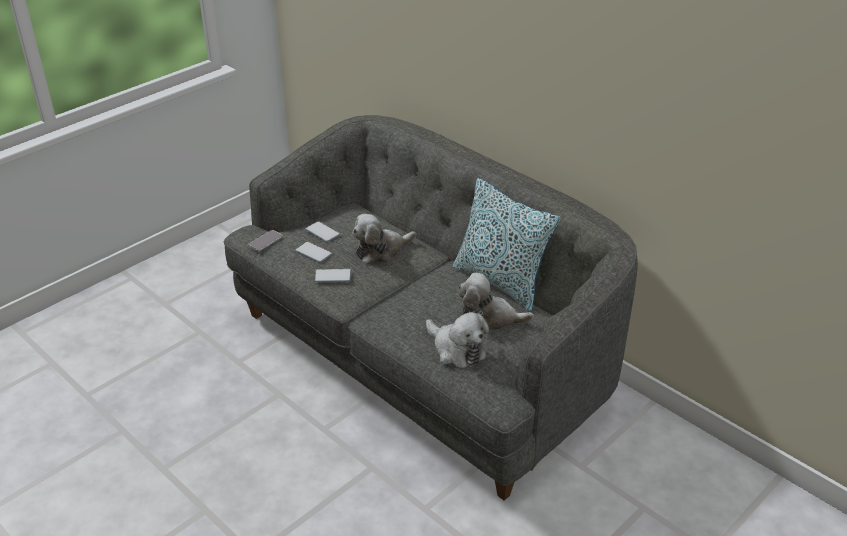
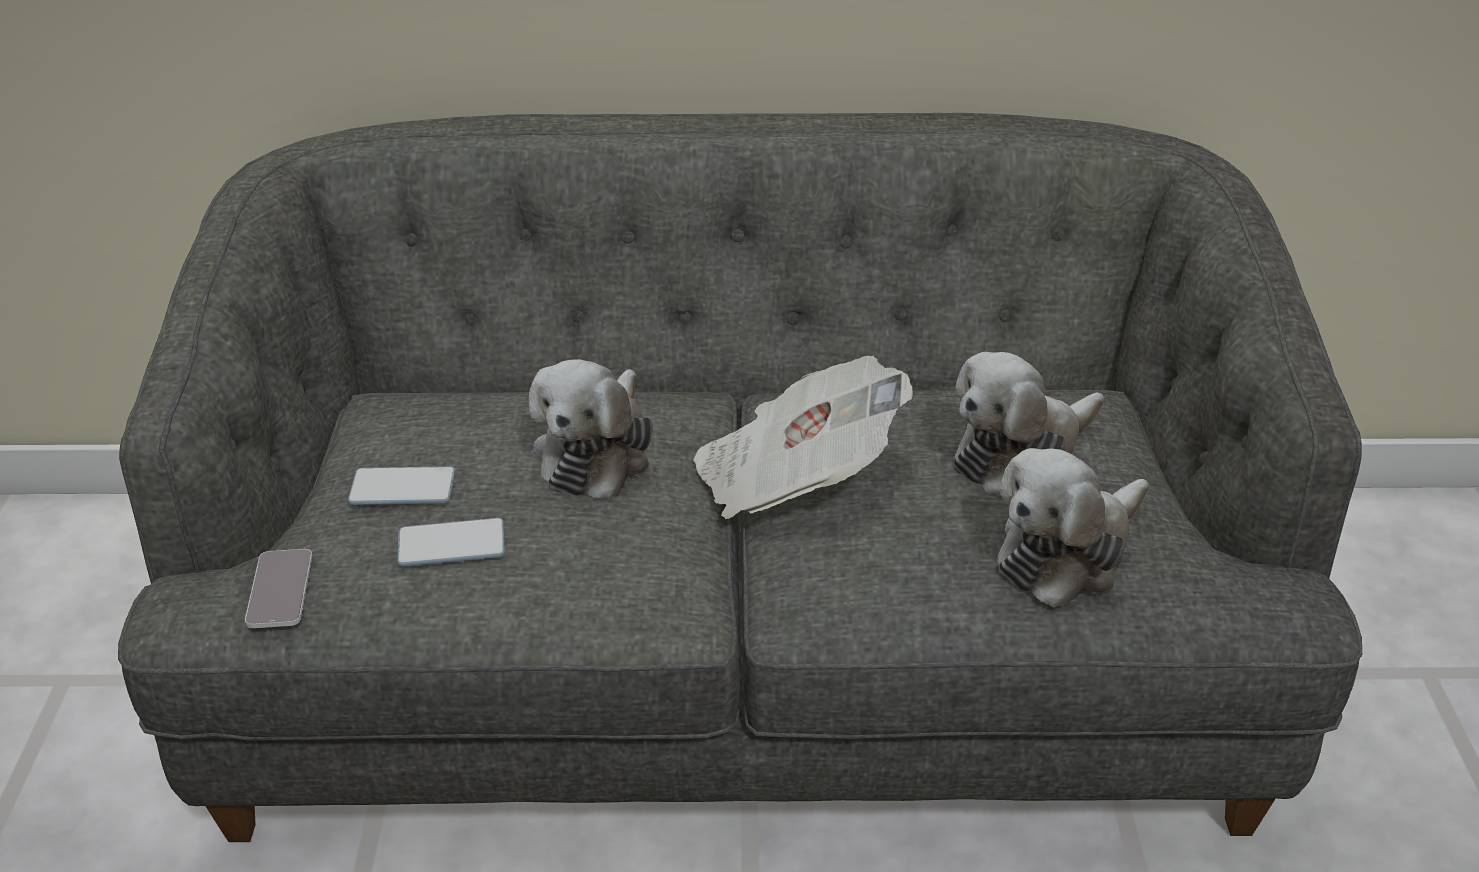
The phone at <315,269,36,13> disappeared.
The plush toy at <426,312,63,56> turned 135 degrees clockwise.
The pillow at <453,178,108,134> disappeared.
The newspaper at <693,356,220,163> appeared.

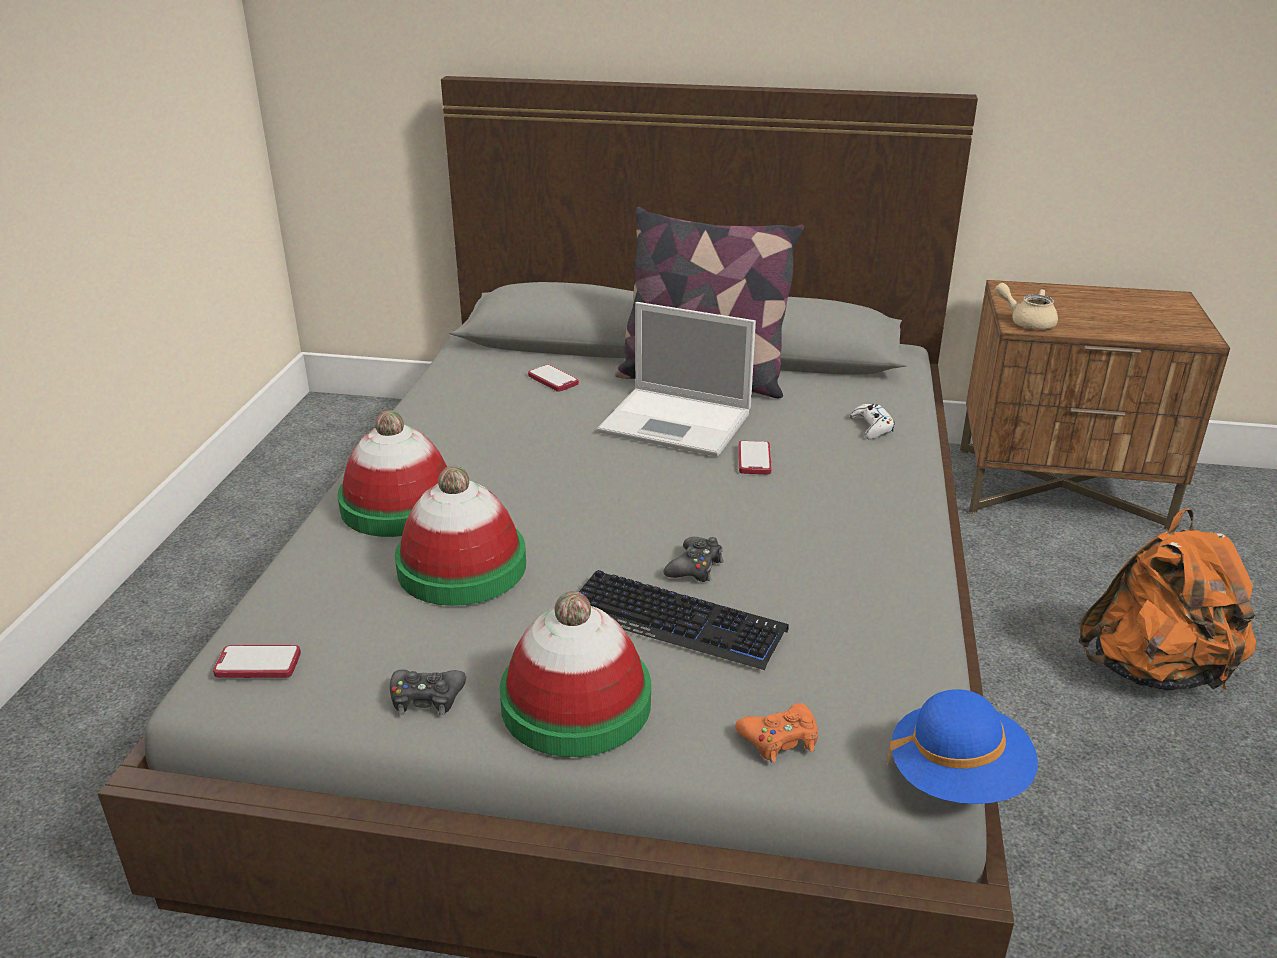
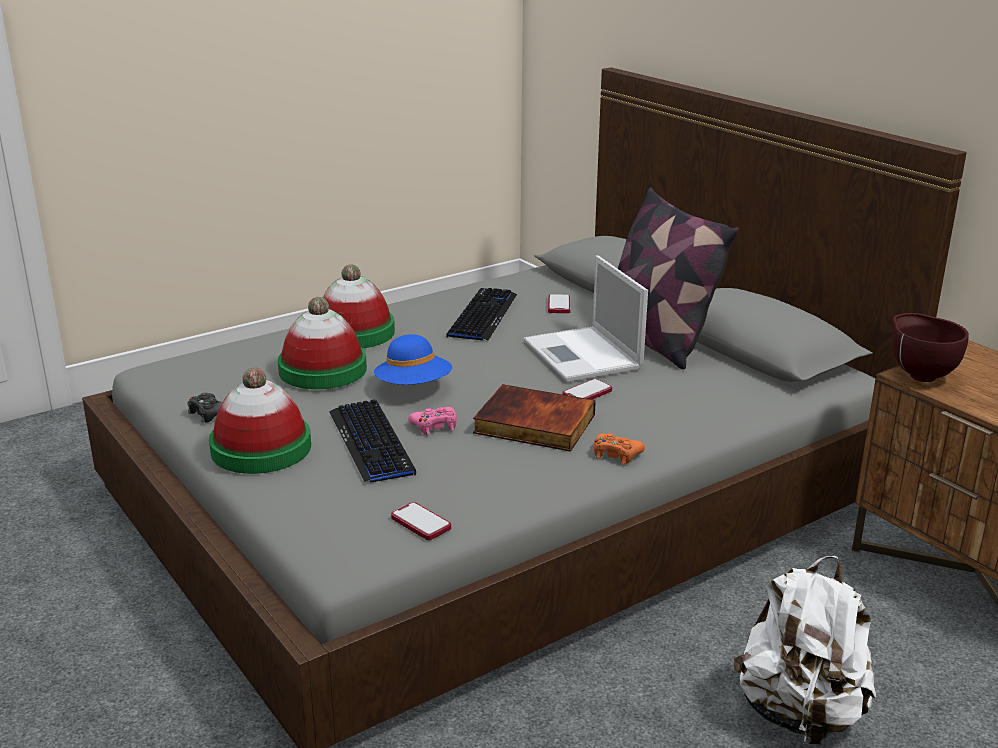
The phone moved from <213,645,88,33> to <391,502,60,38>.
The black game controller at <663,537,60,45> became the pink game controller at <408,407,49,28>.
The orange game controller moved from <735,703,83,59> to <594,433,51,31>.
The white game controller at <850,404,45,36> disappeared.
The blue hat moved from <886,689,152,115> to <374,334,78,51>.
The beige teapot at <995,283,63,47> was replaced by the brown bowl at <892,313,77,69>.
The orange backpack at <1079,508,179,184> became the white backpack at <734,556,142,189>.
The keyboard at <446,288,71,52> appeared.
The book at <473,384,123,68> appeared.

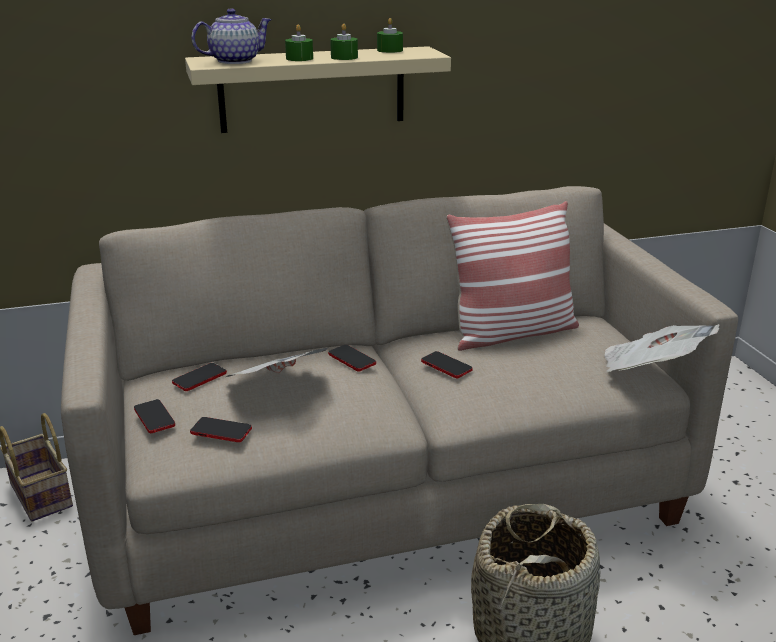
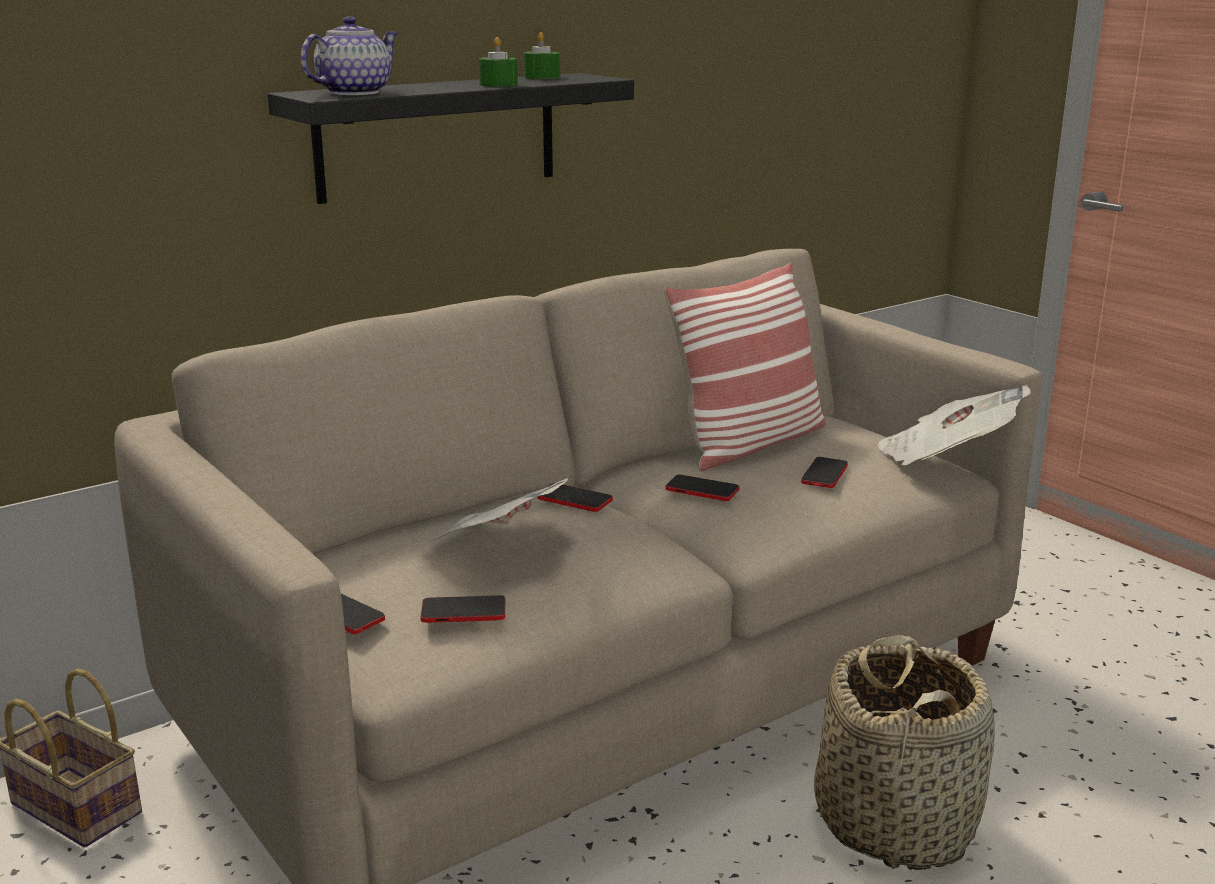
The phone moved from <172,363,55,28> to <801,457,47,31>.
The beige shelf at <185,46,266,87> became the black shelf at <268,73,366,131>.
The green candle at <285,24,28,37> disappeared.

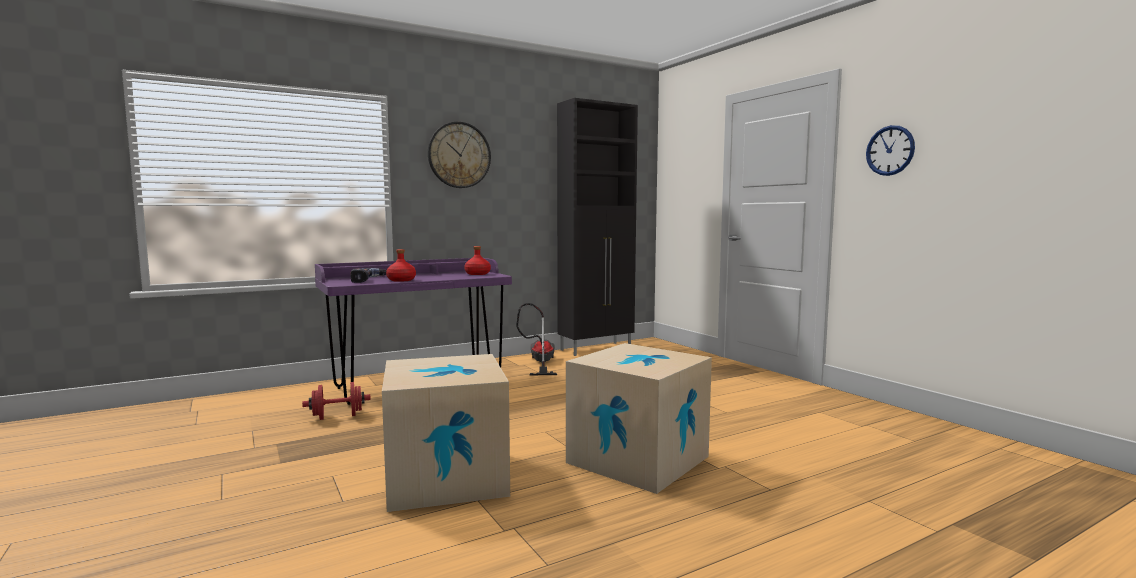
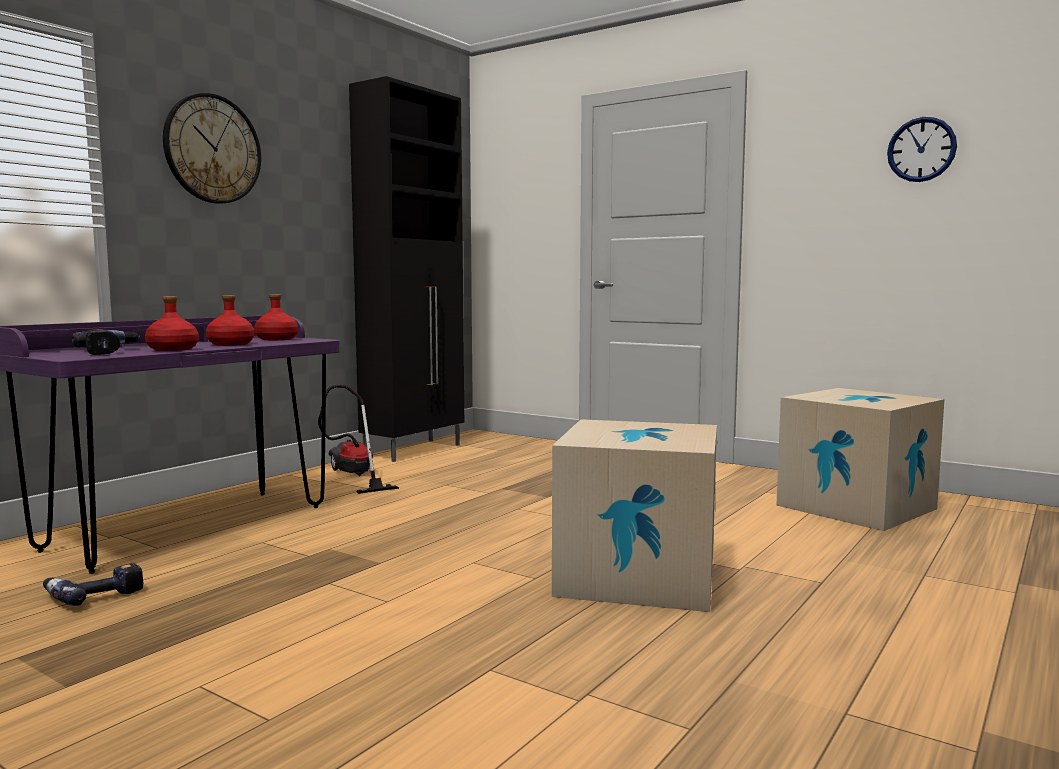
The red dumbbell at <302,382,69,38> was replaced by the power drill at <43,563,100,43>.
The cardboard box moved from <382,354,128,158> to <776,388,169,143>.
The wall clock moved from <866,125,49,51> to <887,117,70,65>.
The red bottle at <206,295,48,51> appeared.

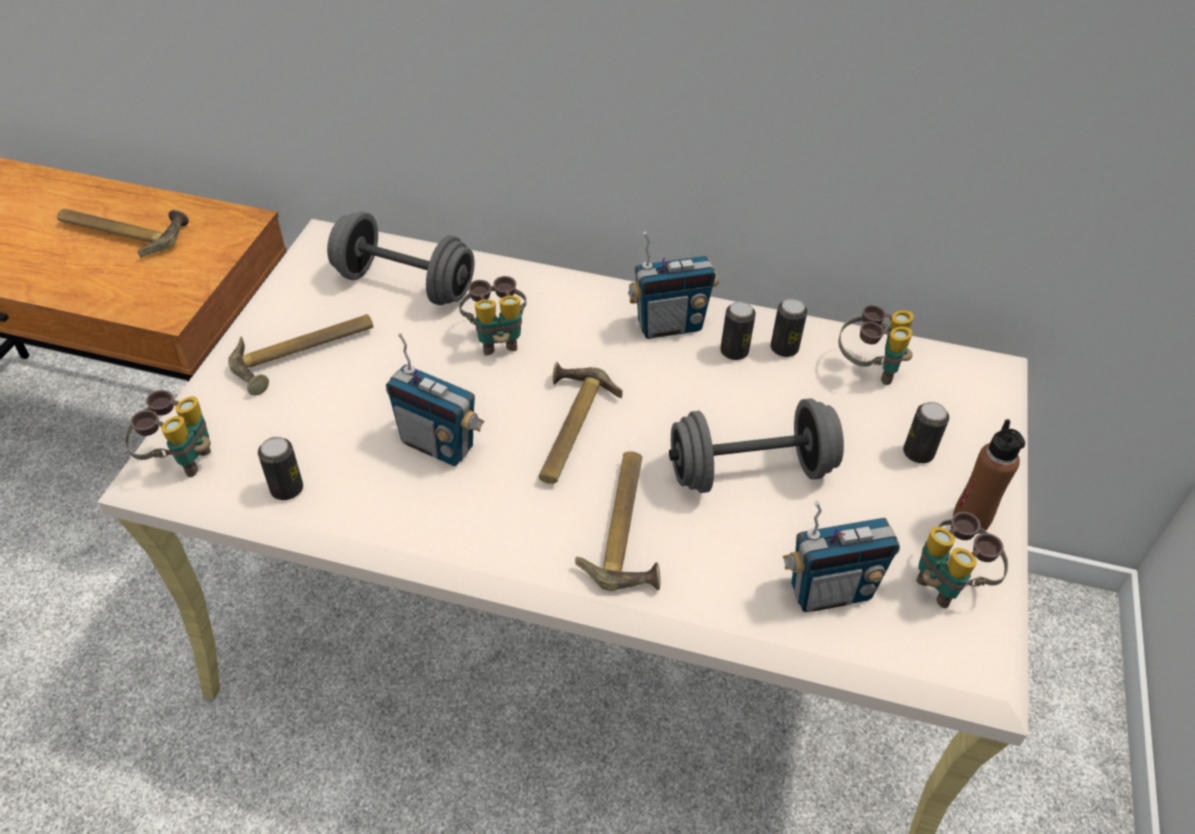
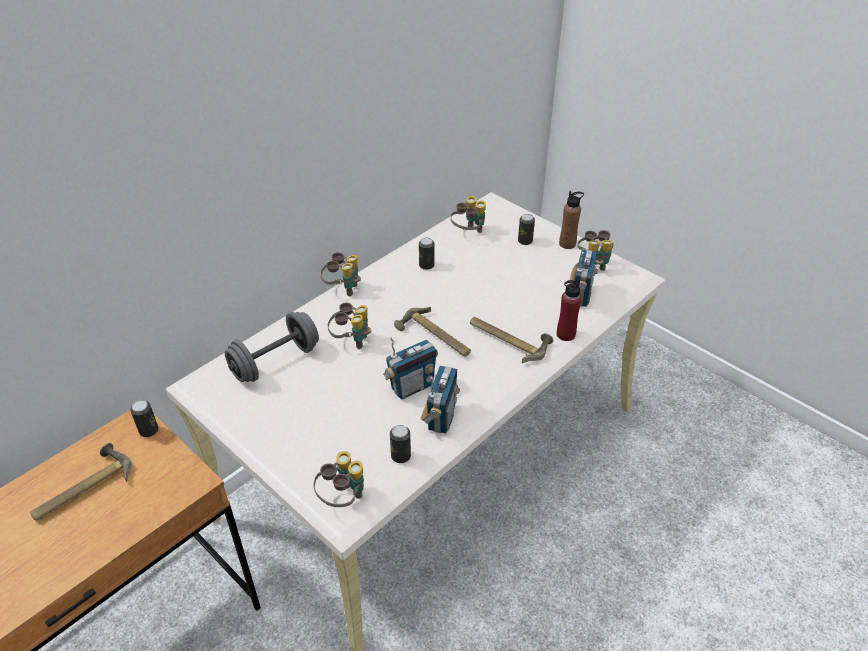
The hammer at <228,314,145,82> disappeared.
The radio moved from <628,232,91,107> to <421,366,39,67>.
The grey dumbbell at <669,398,175,95> disappeared.
The can moved from <770,298,38,59> to <130,400,28,37>.
The binoculars at <320,252,41,44> appeared.
The red bottle at <557,278,25,63> appeared.

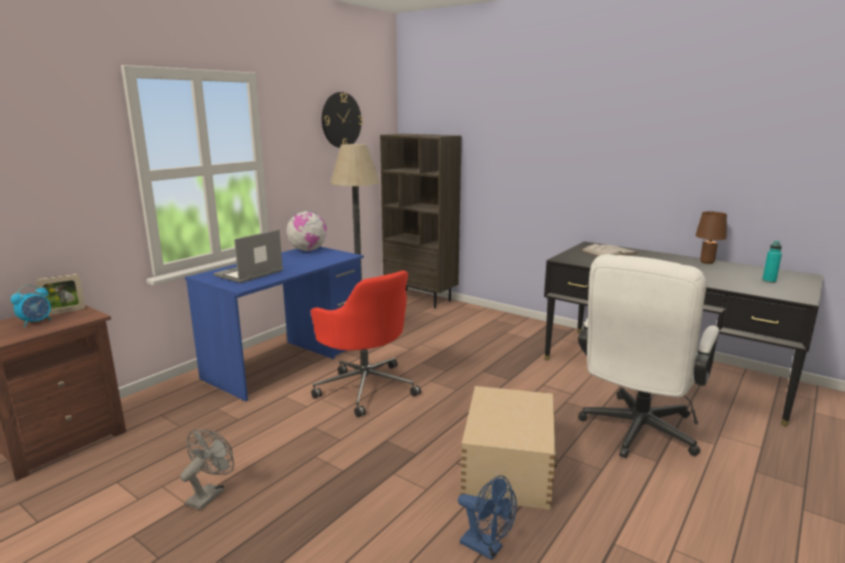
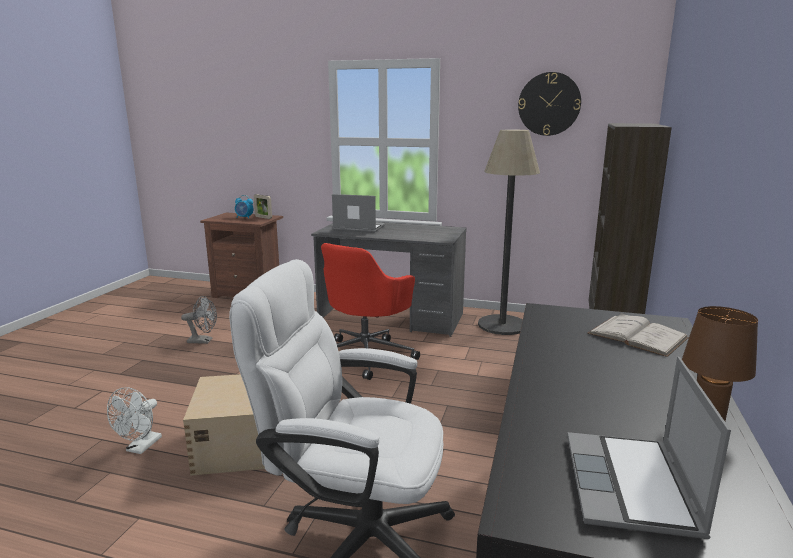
The blue desk at <185,247,179,155> became the grey desk at <311,222,156,115>.
The globe at <287,211,40,40> disappeared.
The blue fan at <458,475,59,85> became the white fan at <107,387,55,67>.
The turquoise bottle at <762,241,20,42> was replaced by the laptop at <567,356,164,183>.

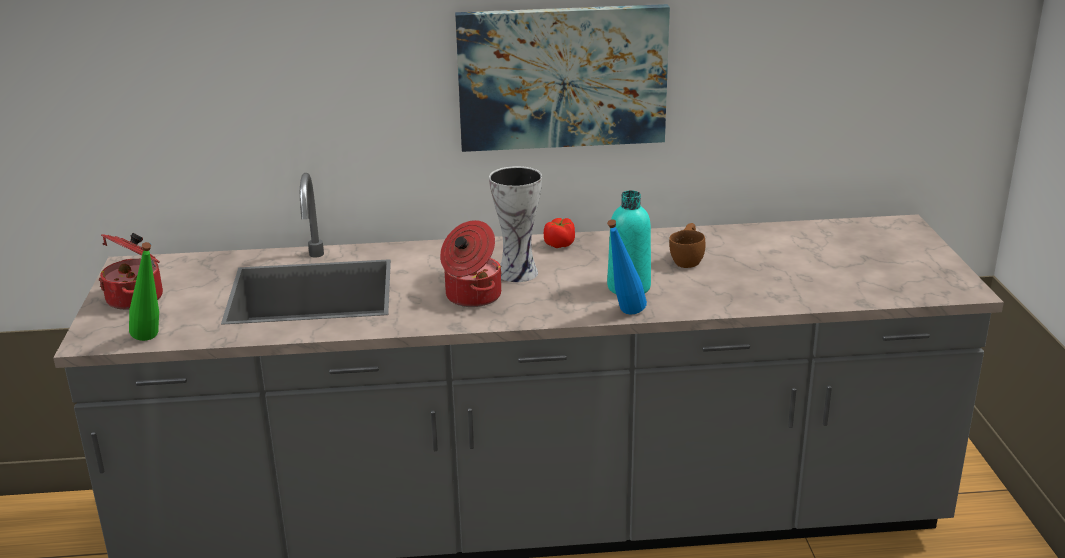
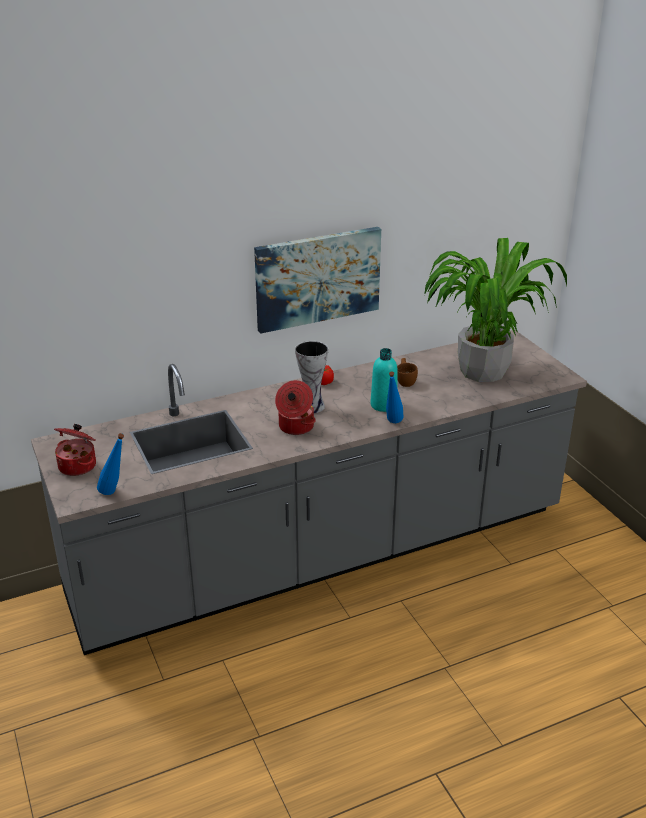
The green bottle at <129,242,30,99> became the blue bottle at <97,433,27,62>.
The potted plant at <424,238,143,144> appeared.

